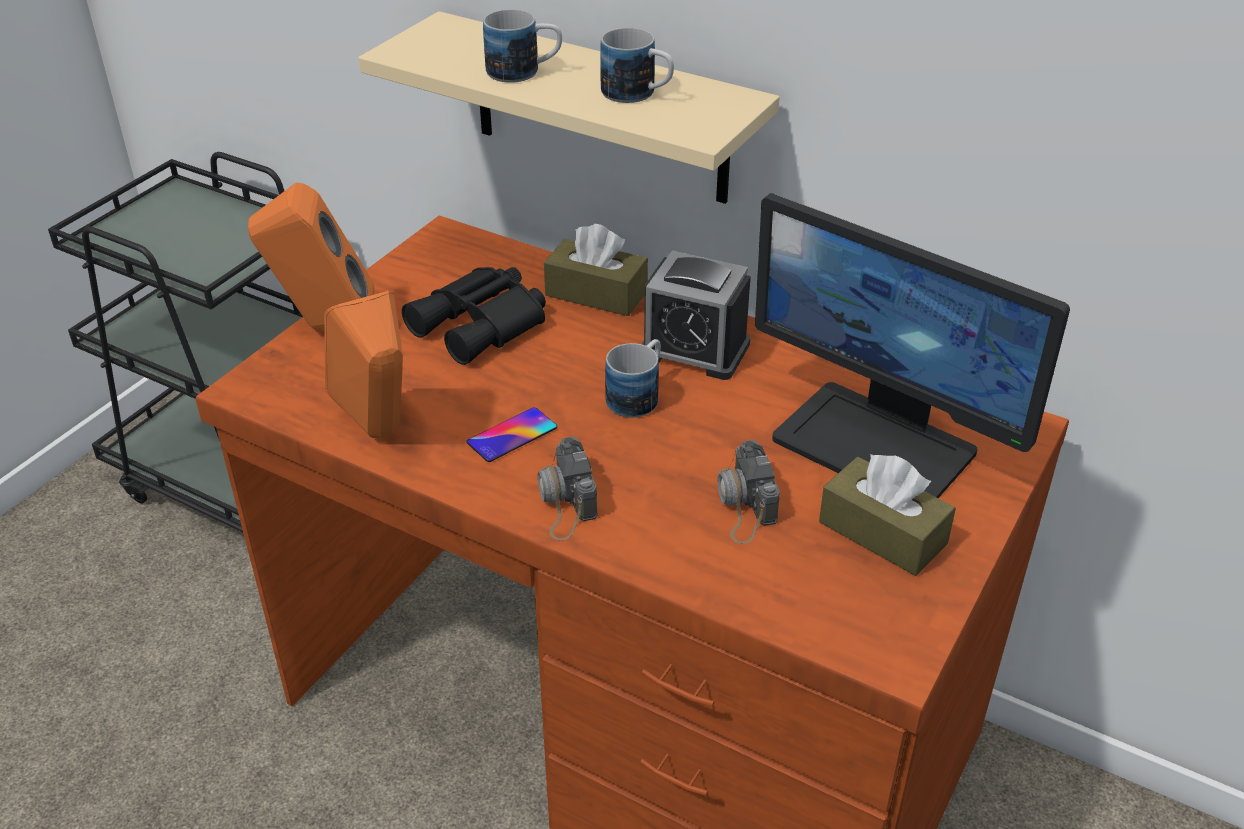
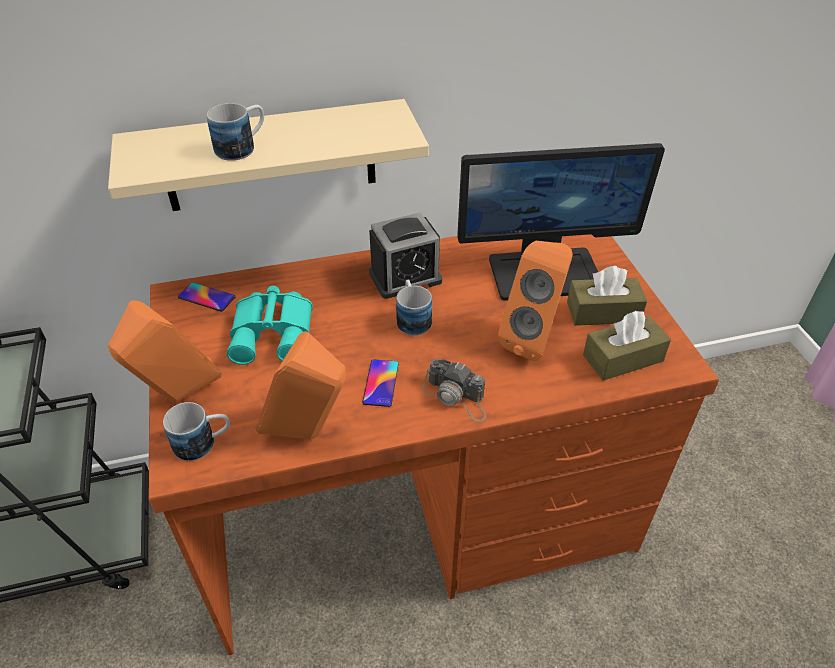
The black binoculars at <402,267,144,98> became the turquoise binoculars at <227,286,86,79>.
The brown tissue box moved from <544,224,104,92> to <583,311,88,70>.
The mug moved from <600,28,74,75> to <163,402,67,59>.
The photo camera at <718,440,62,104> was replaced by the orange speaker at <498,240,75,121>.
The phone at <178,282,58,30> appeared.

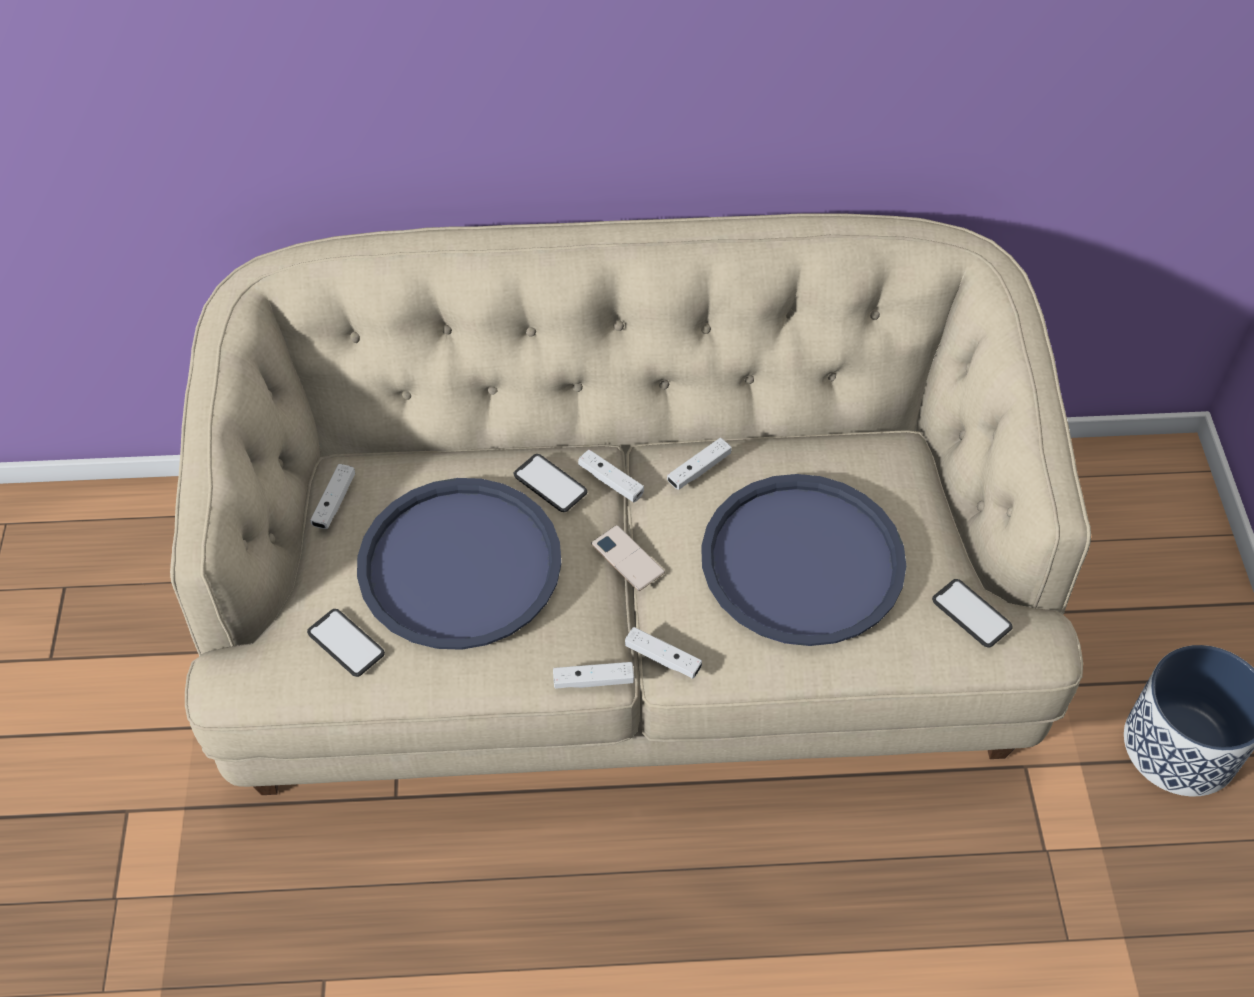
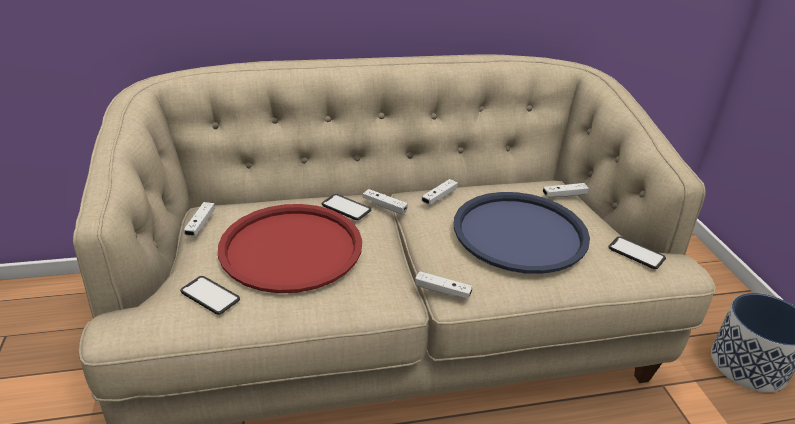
The blue tray at <357,478,204,172> became the red tray at <218,204,144,89>.
The white game controller moved from <553,662,81,27> to <543,183,46,15>.
The phone at <591,525,74,66> disappeared.

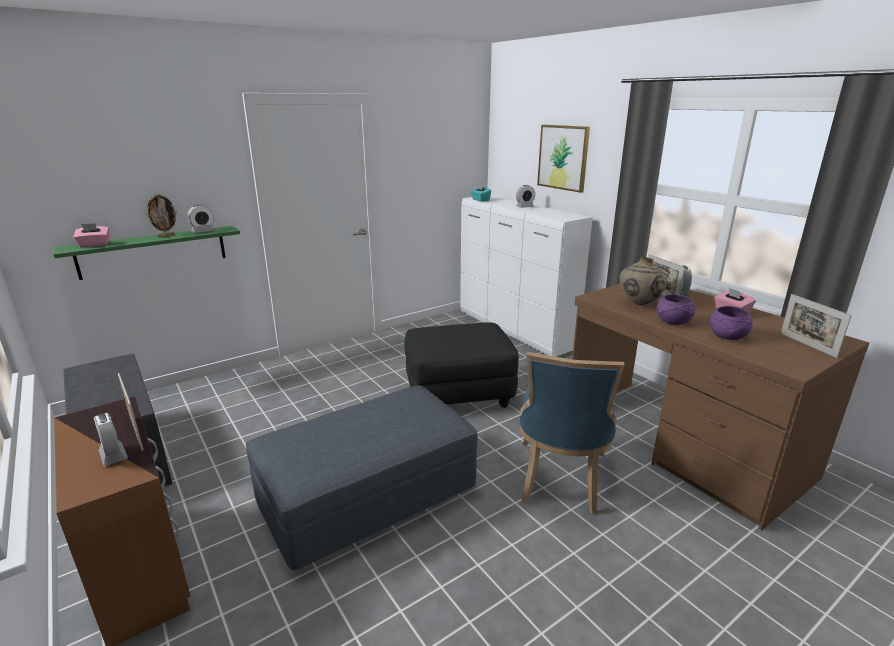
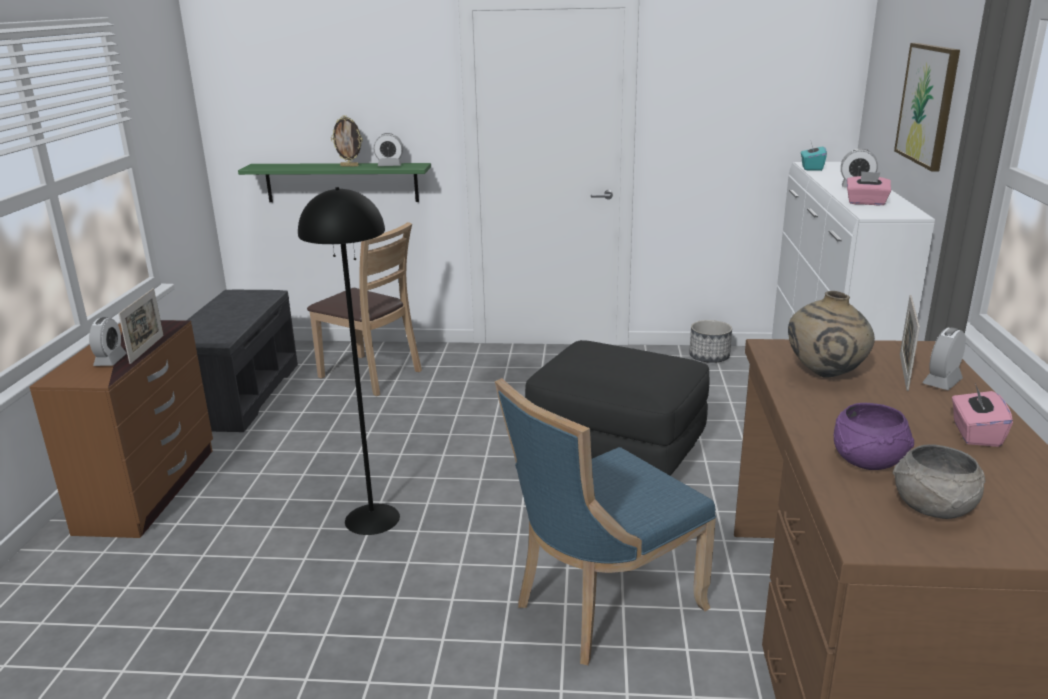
The pink tissue box moved from <73,223,36,24> to <847,171,44,34>.
The grey ottoman at <246,386,232,184> was replaced by the black floor lamp at <298,187,102,348>.
The purple bowl at <657,295,39,30> disappeared.
The picture frame at <781,294,71,64> disappeared.
The brown chair at <307,222,115,174> appeared.
The planter at <689,320,43,43> appeared.
The grey bowl at <893,444,92,75> appeared.

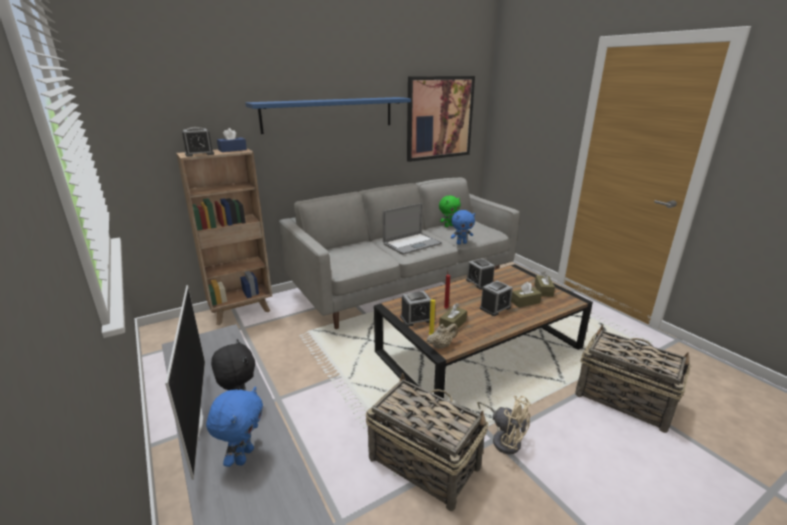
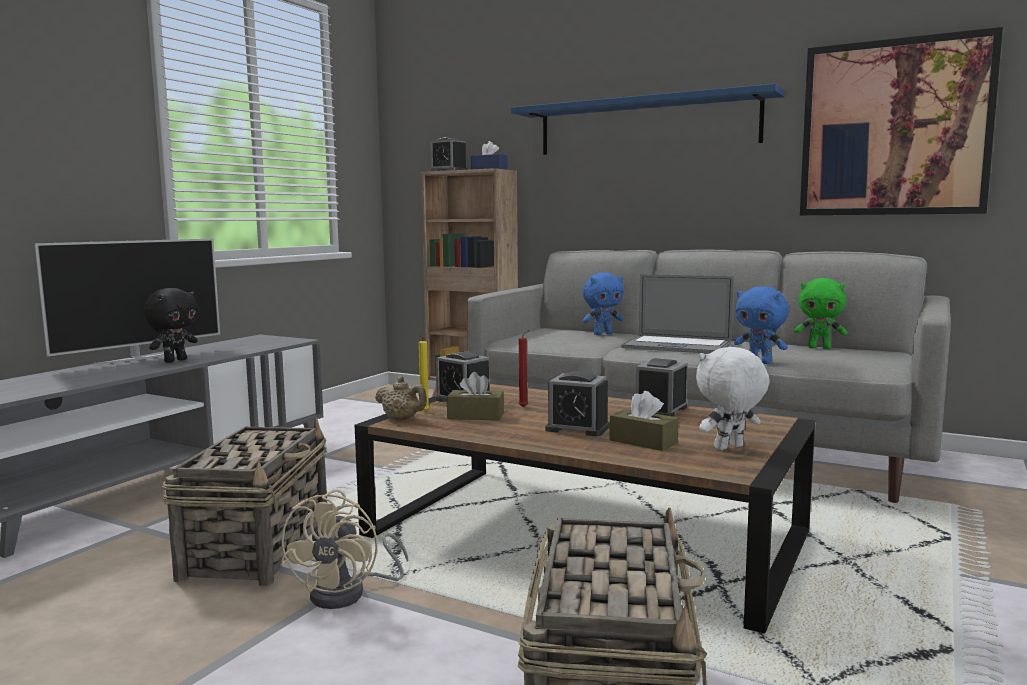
The blue plush toy moved from <206,387,57,80> to <582,273,42,62>.
The brown tissue box at <534,271,21,26> was replaced by the white plush toy at <696,347,73,103>.

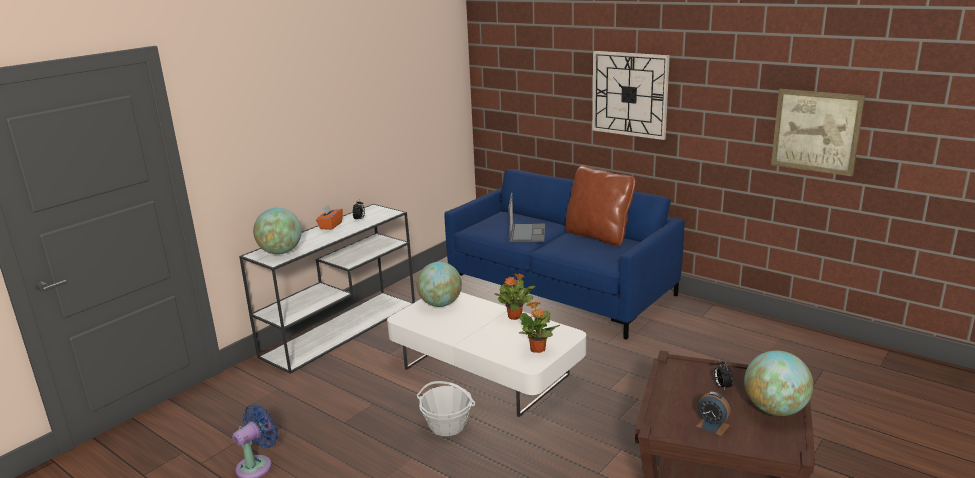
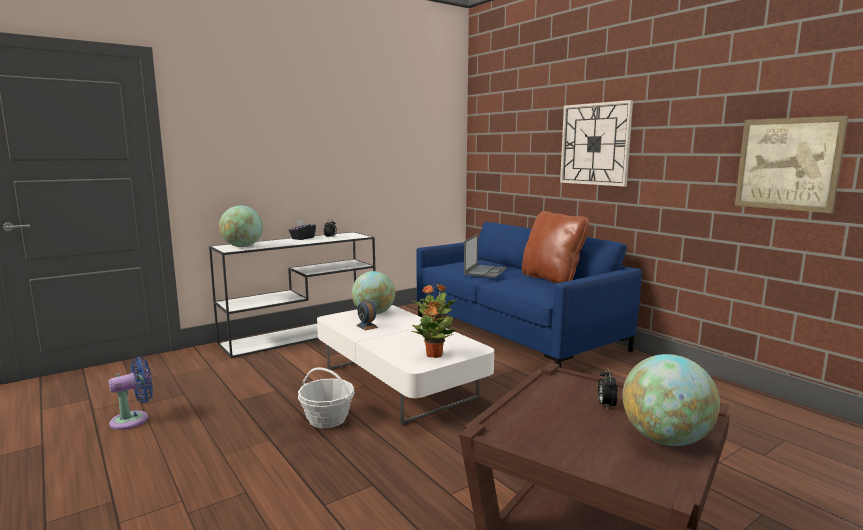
The orange tissue box at <316,204,27,26> became the black tissue box at <289,219,27,21>.
The alarm clock moved from <696,392,35,44> to <356,300,22,30>.

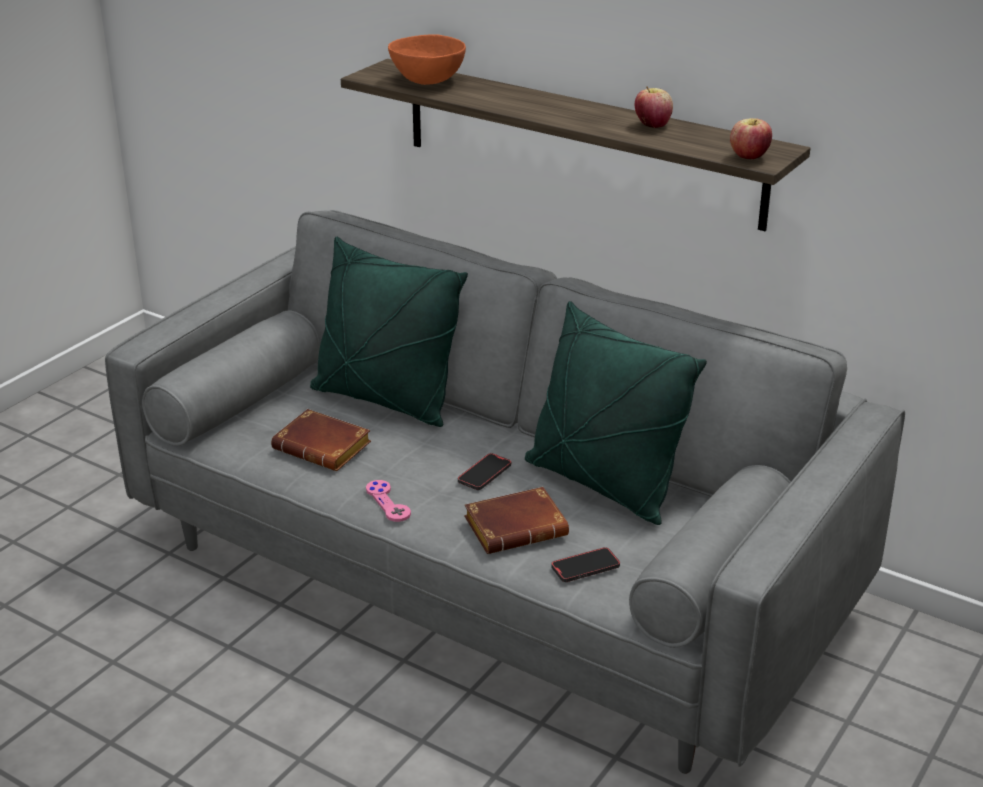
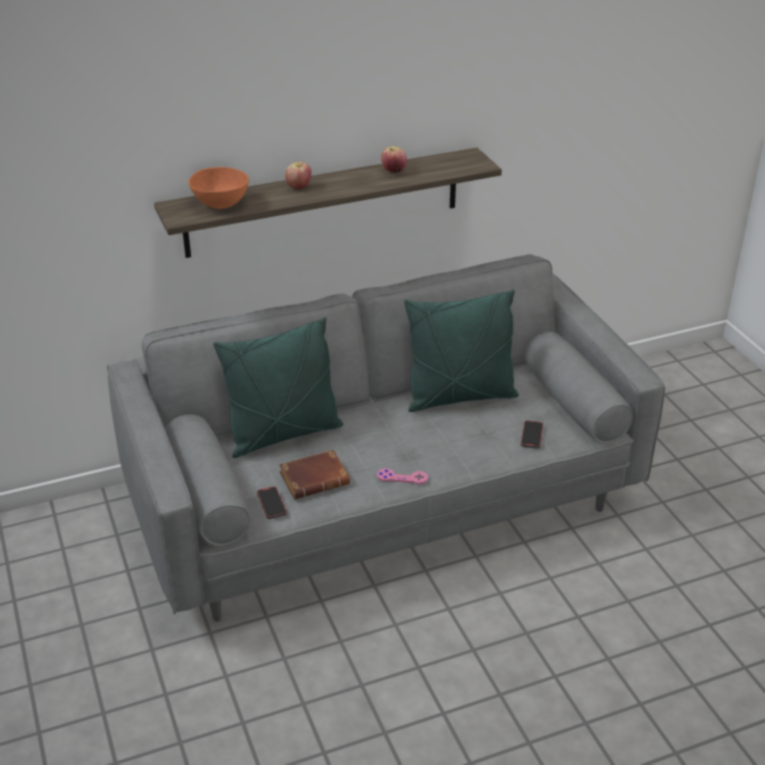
The phone moved from <458,453,53,37> to <257,486,30,33>.
The brown book at <464,487,105,67> disappeared.
The apple moved from <730,118,42,41> to <285,162,26,27>.

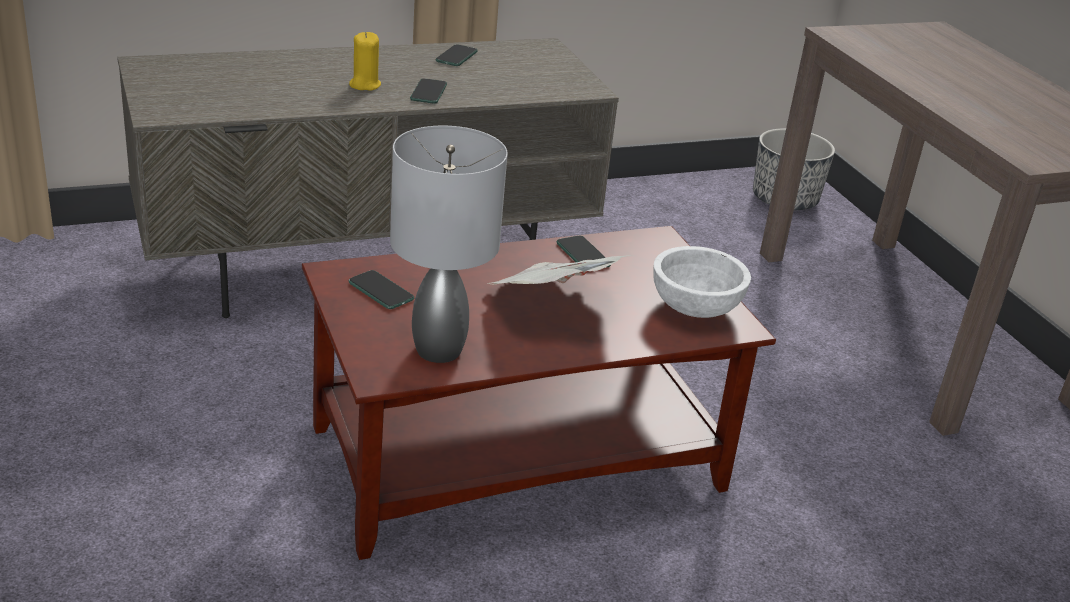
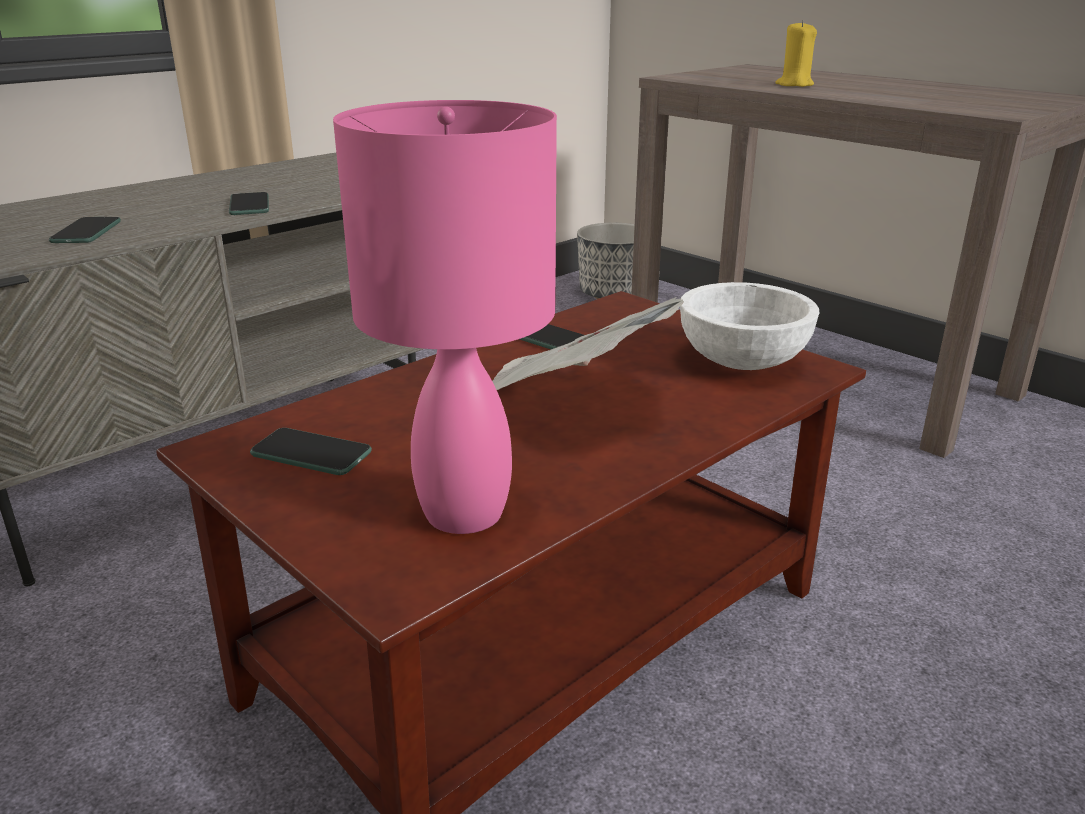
The yellow candle moved from <349,32,32,59> to <775,20,42,67>.
The grey table lamp at <390,126,118,237> became the pink table lamp at <333,100,224,434>.
The phone moved from <436,44,42,22> to <49,217,72,26>.

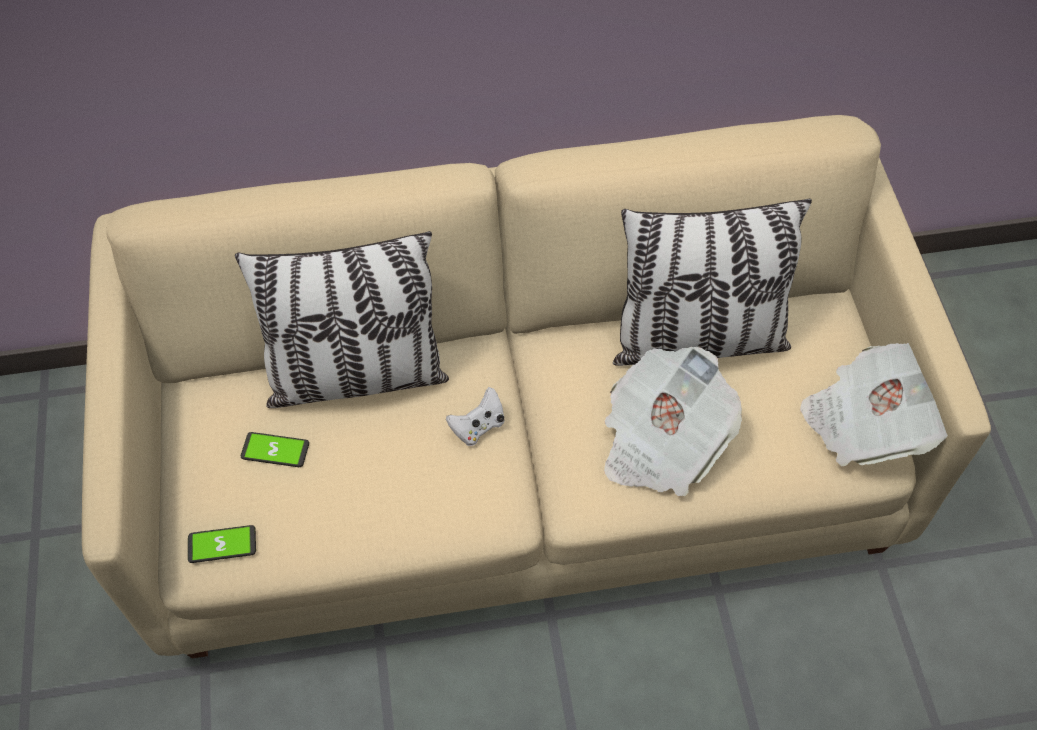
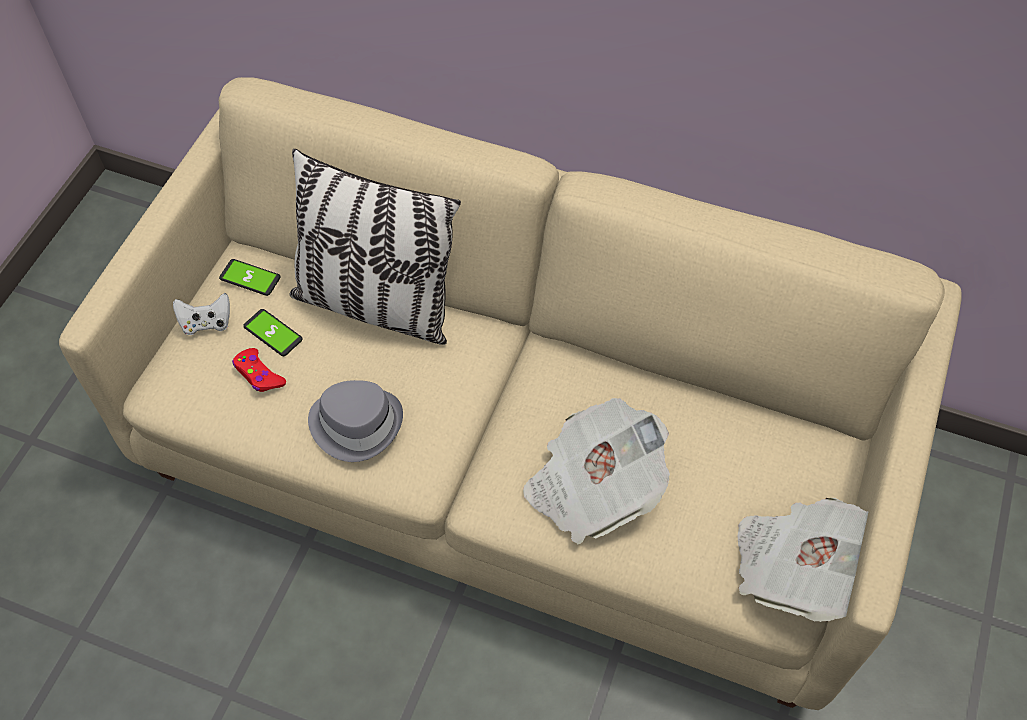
The phone moved from <188,525,68,38> to <219,259,62,37>.
The white game controller moved from <446,387,59,59> to <173,293,57,42>.
The pillow at <613,199,199,167> disappeared.
The red game controller at <232,348,54,44> appeared.
The grey hat at <308,380,95,82> appeared.

